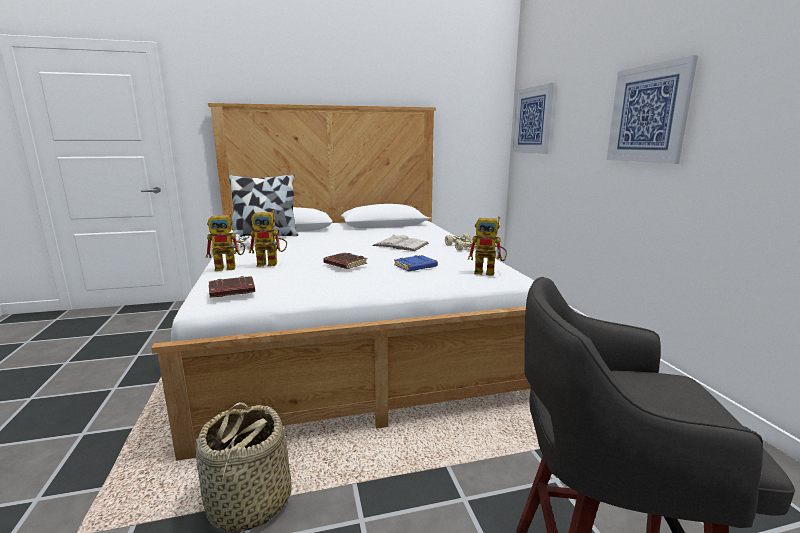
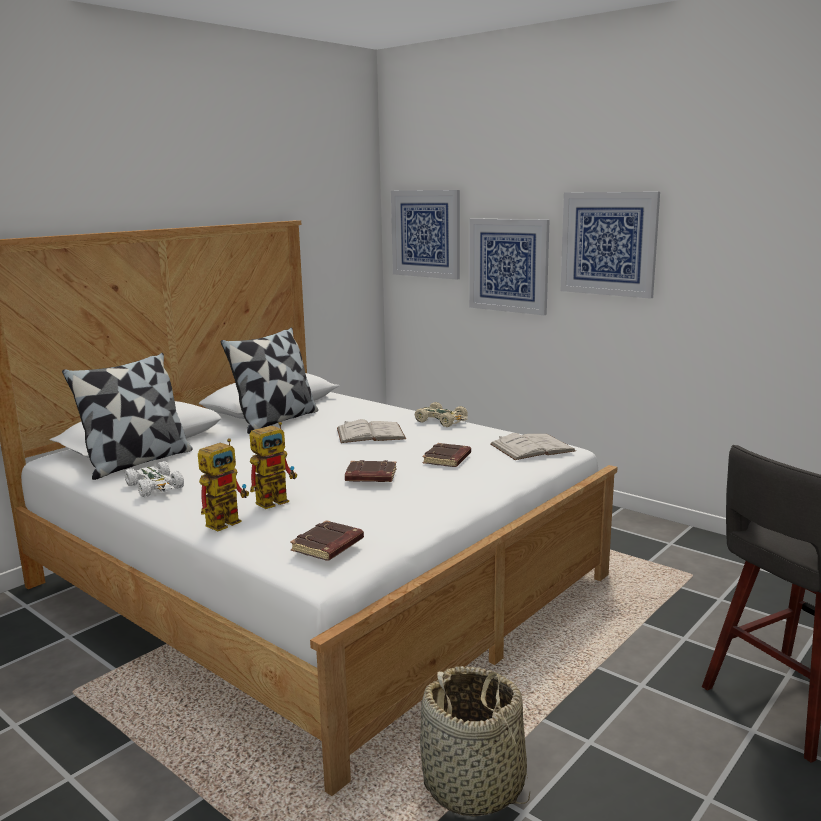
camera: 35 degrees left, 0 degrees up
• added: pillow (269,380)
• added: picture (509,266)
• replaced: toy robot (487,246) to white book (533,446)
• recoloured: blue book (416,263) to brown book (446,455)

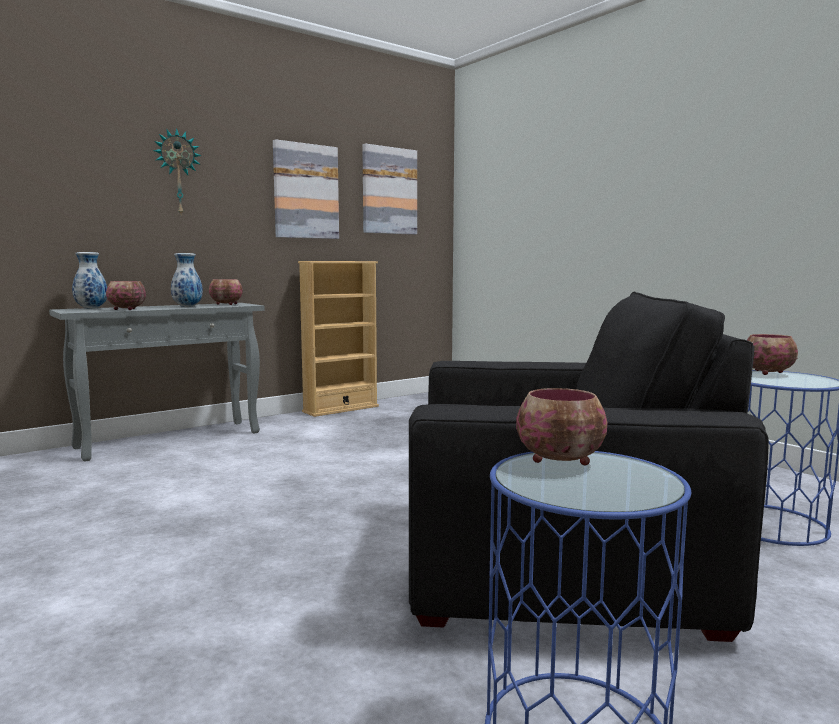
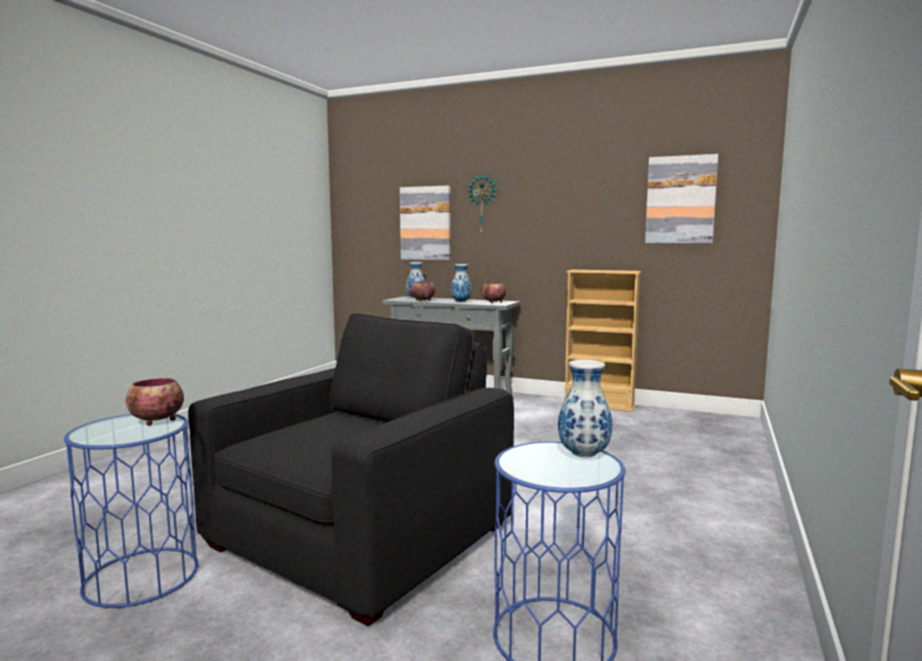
camera: 60 degrees right, 0 degrees up
• moved: picture (306,189) to (425,222)
• replaced: bowl (772,354) to vase (585,409)
• turned: black armchair (589,467) = (351,470) 120 degrees counterclockwise

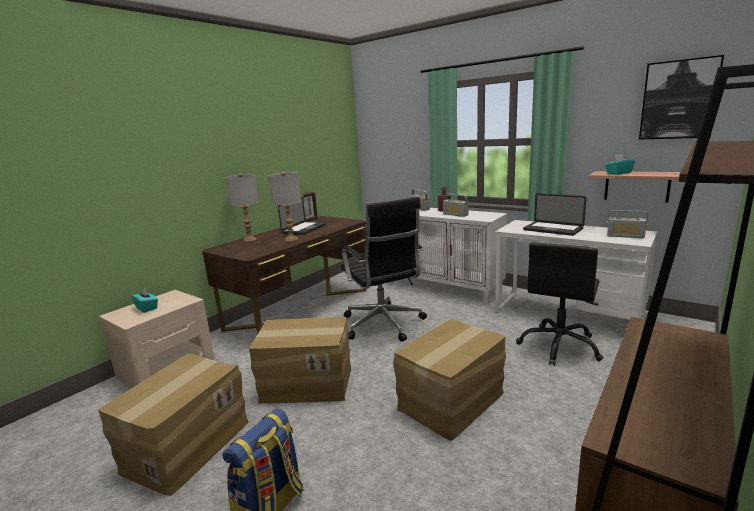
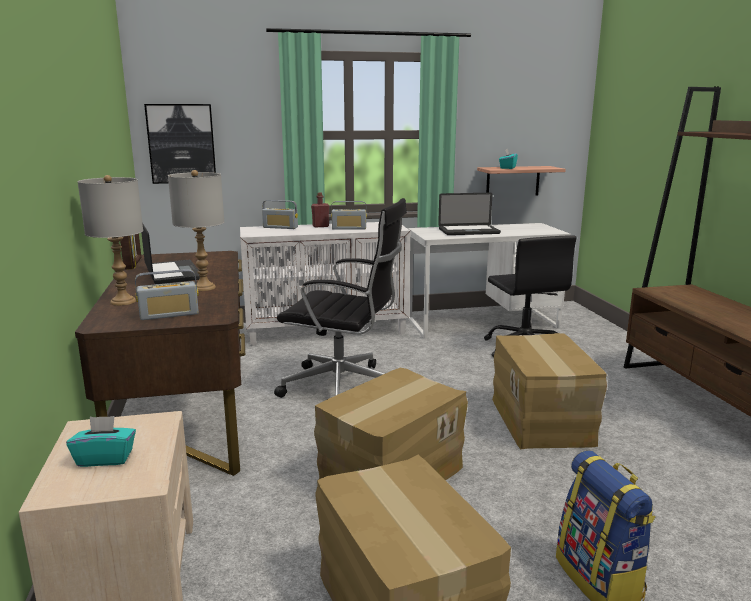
camera: 50 degrees left, 0 degrees up
• moved: radio (627,224) to (167,294)
• moved: picture (681,97) to (180,144)

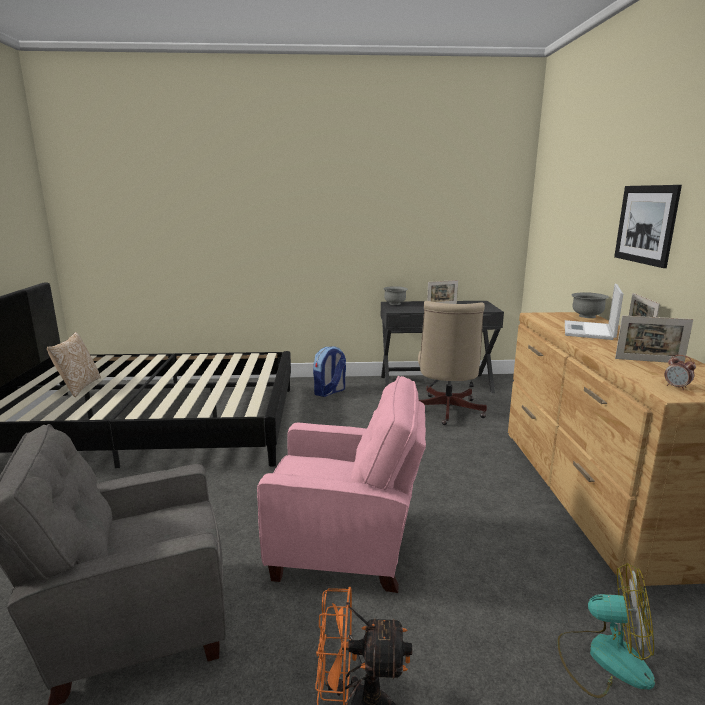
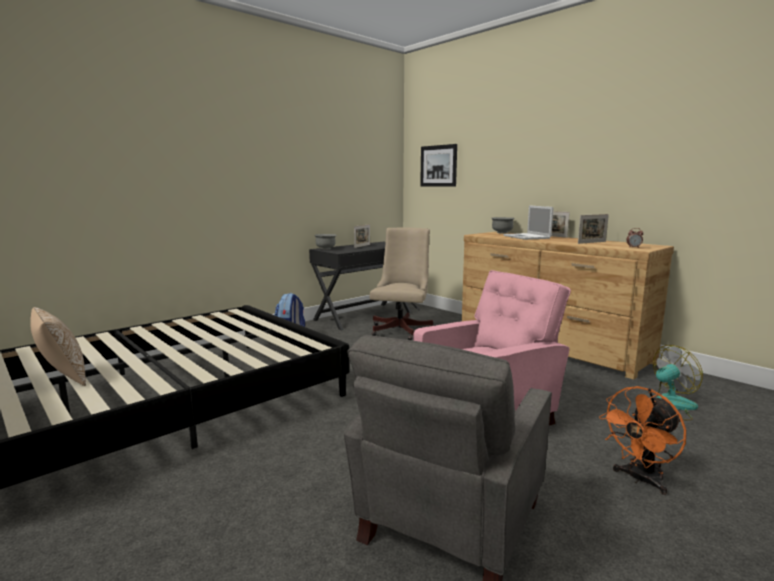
camera: 40 degrees left, 5 degrees down
• moved: picture (648,226) to (438,165)
• turned: beige office chair (452,363) = (401,284) 135 degrees counterclockwise

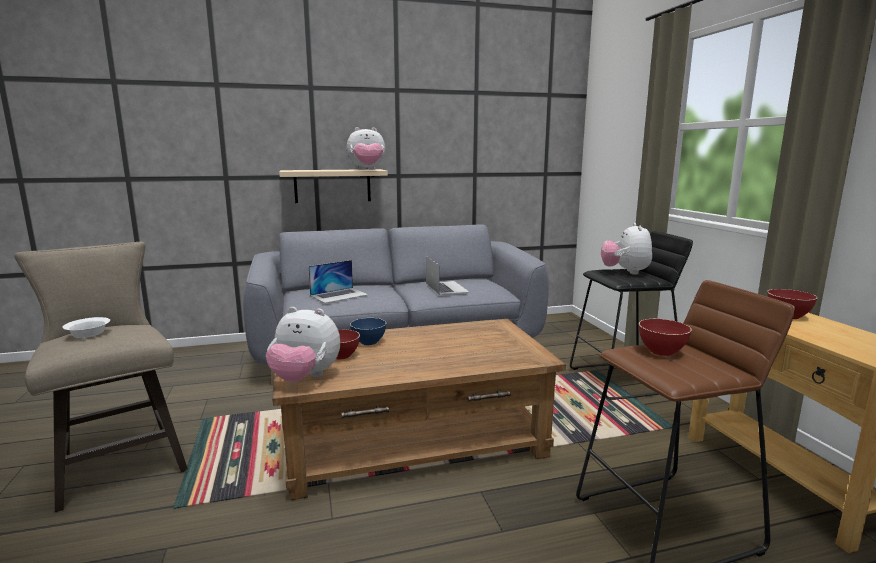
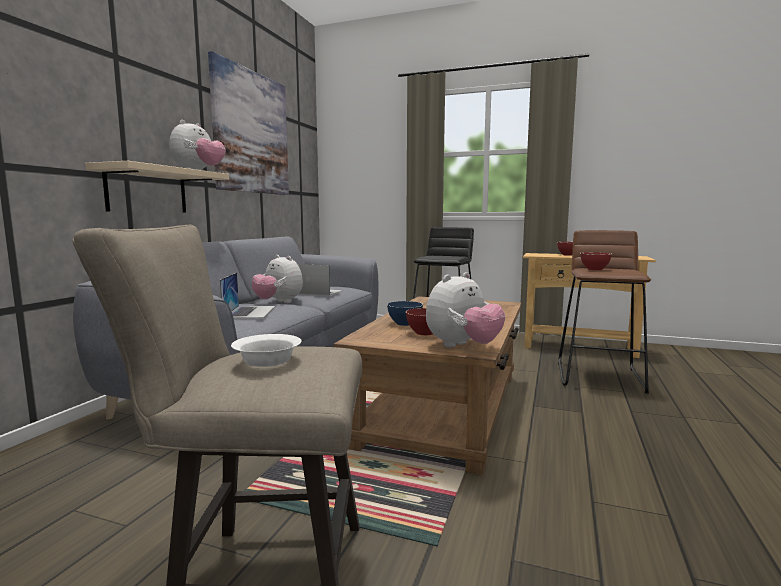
camera: 55 degrees left, 5 degrees down
• added: picture (248,123)
• moved: plush toy (626,249) to (277,279)

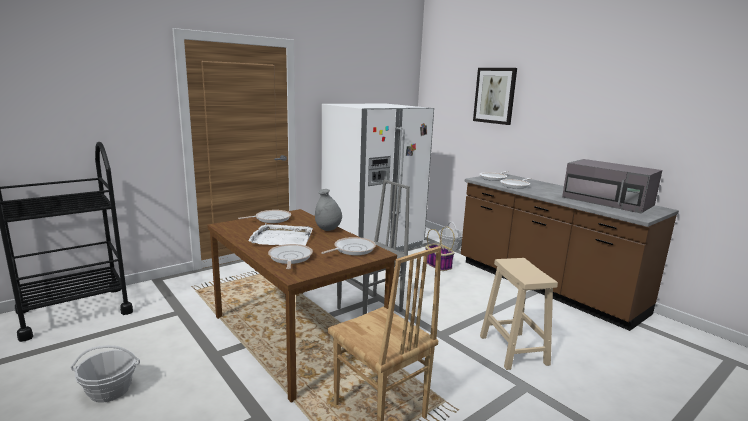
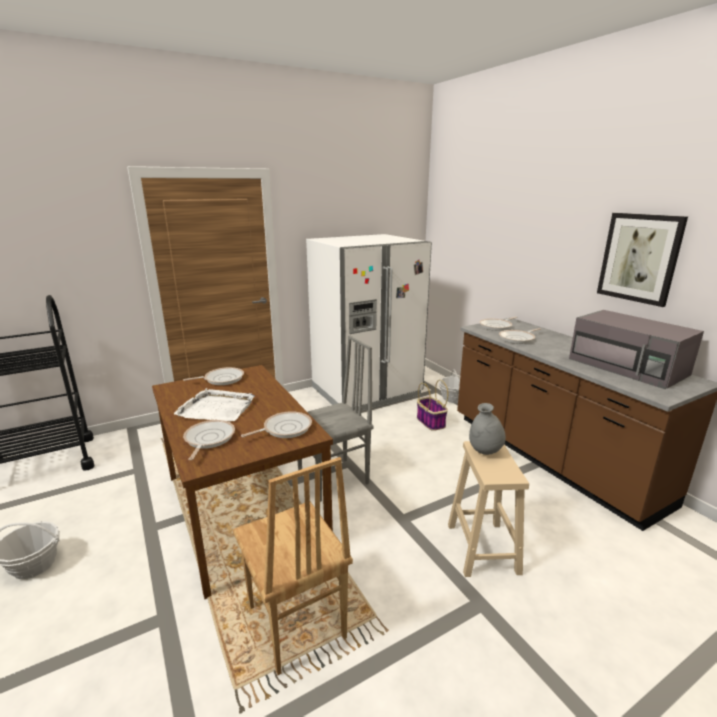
camera: 10 degrees right, 5 degrees up
• moved: grey vase (328,210) to (487,429)
• moved: picture (495,96) to (642,260)

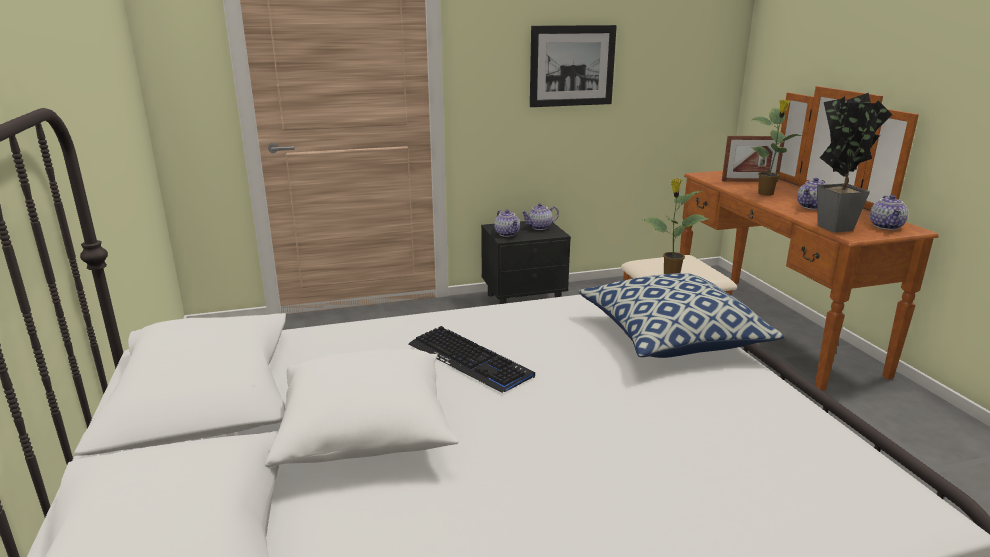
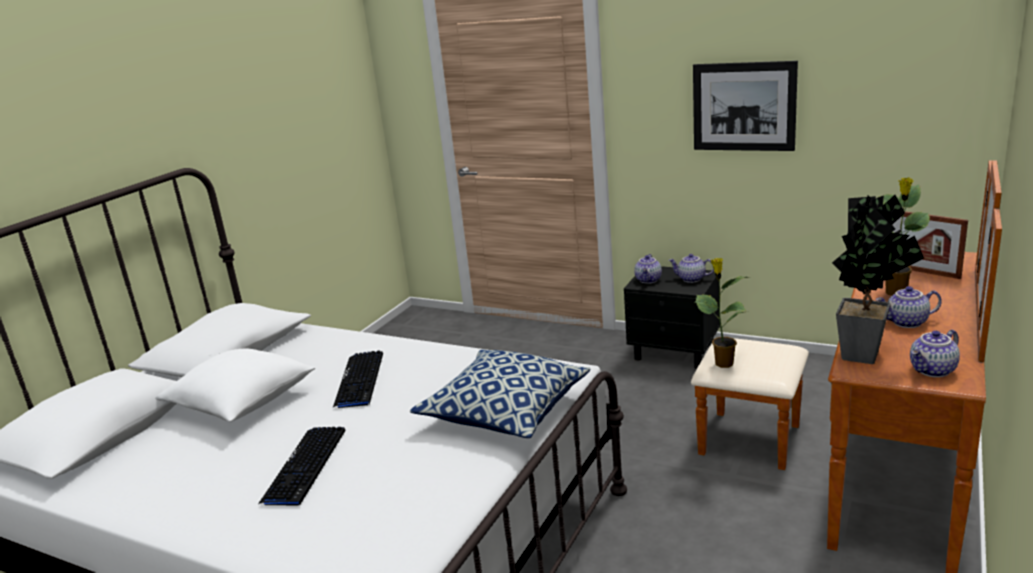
camera: 45 degrees right, 0 degrees up
• added: keyboard (302,466)

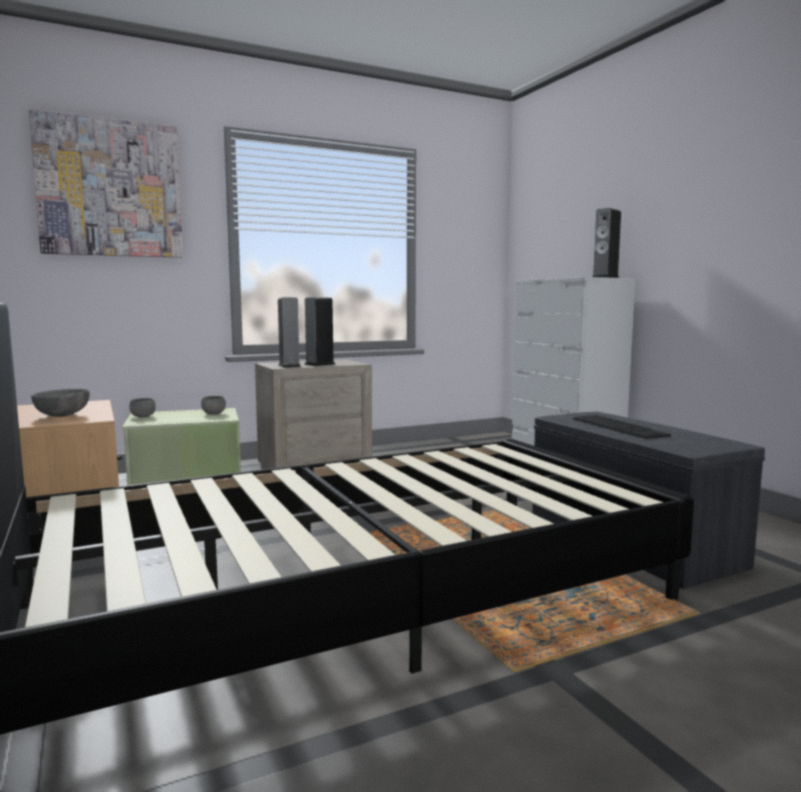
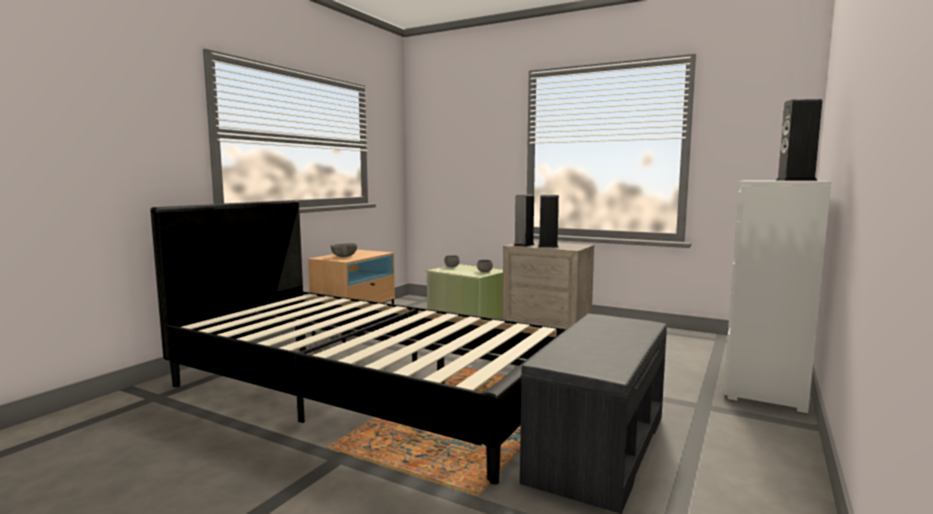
camera: 55 degrees right, 0 degrees up
• removed: picture (106,183)
• removed: keyboard (622,427)

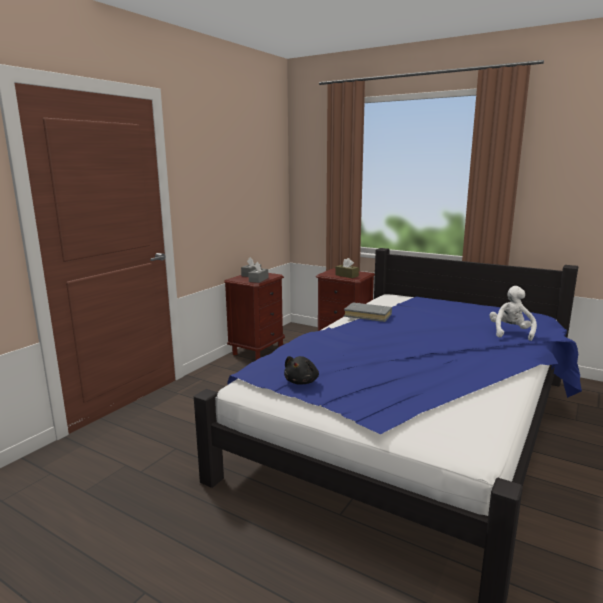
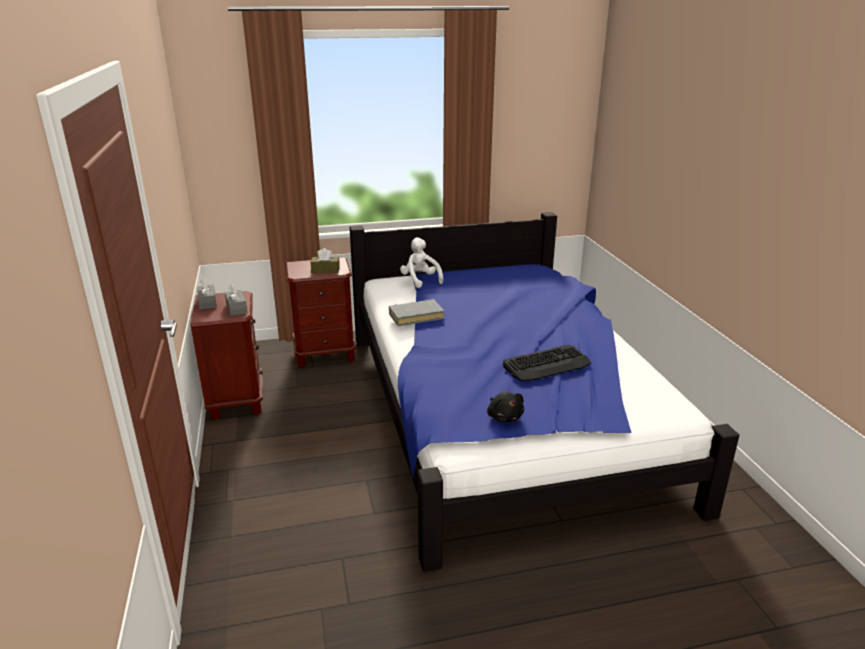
camera: 45 degrees left, 10 degrees up
• added: keyboard (547,363)
• moved: white plush toy (513,313) to (421,262)

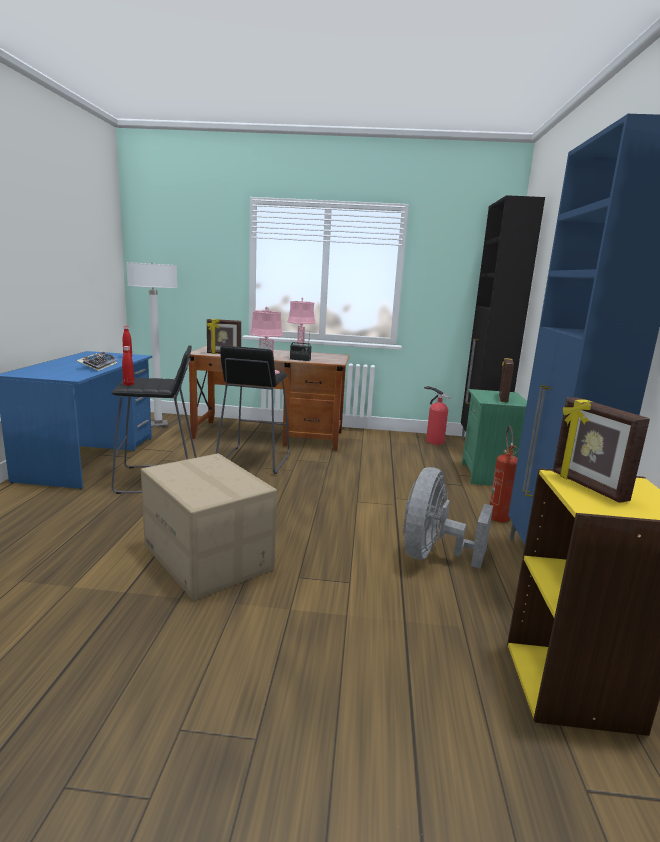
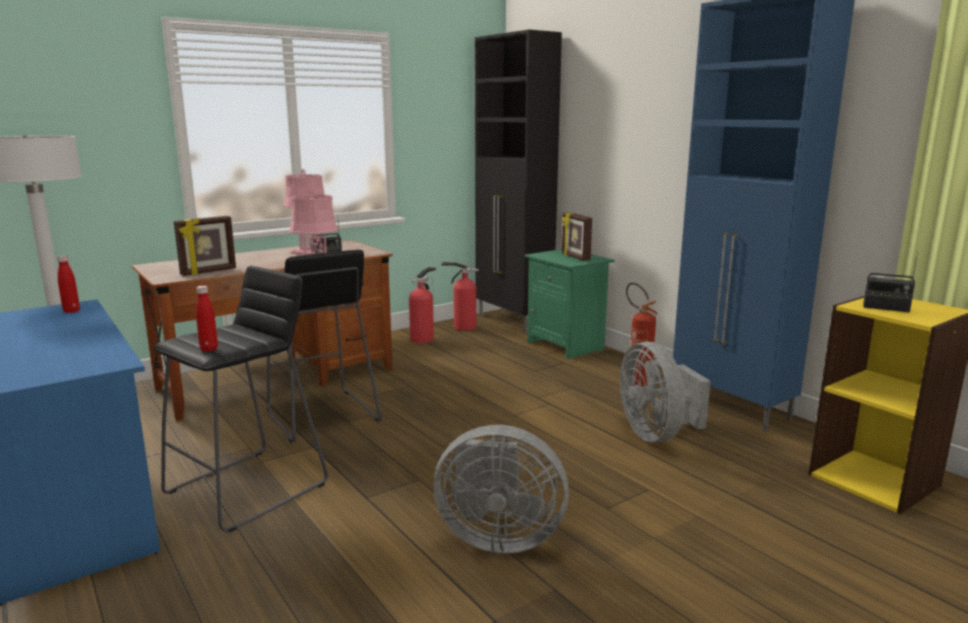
camera: 40 degrees left, 0 degrees up
• removed: keyboard (97,361)
• added: fire extinguisher (422,305)
• replaced: cardboard box (209,526) to grey fan (501,489)
• replaced: picture frame (601,450) to radio (890,282)

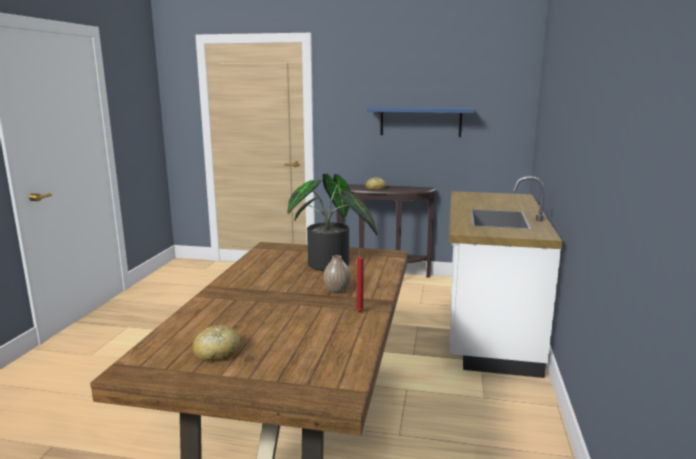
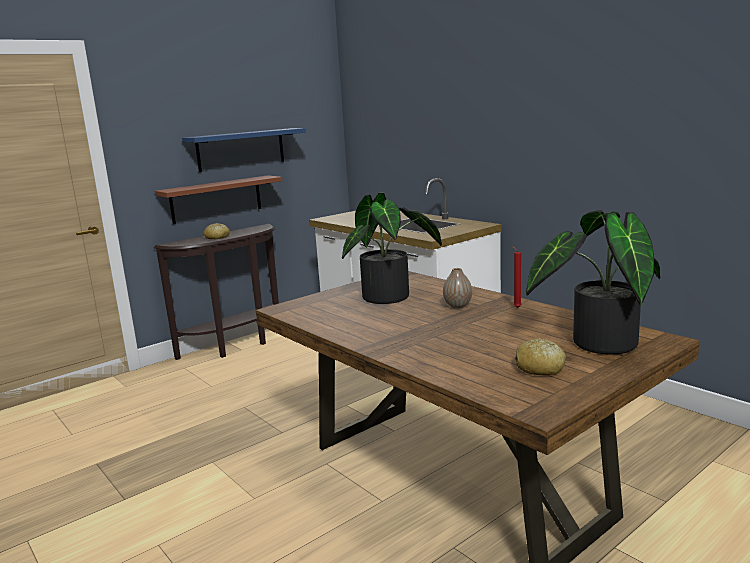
camera: 50 degrees left, 0 degrees up
• added: brown shelf (218,199)
• added: potted plant (593,282)

